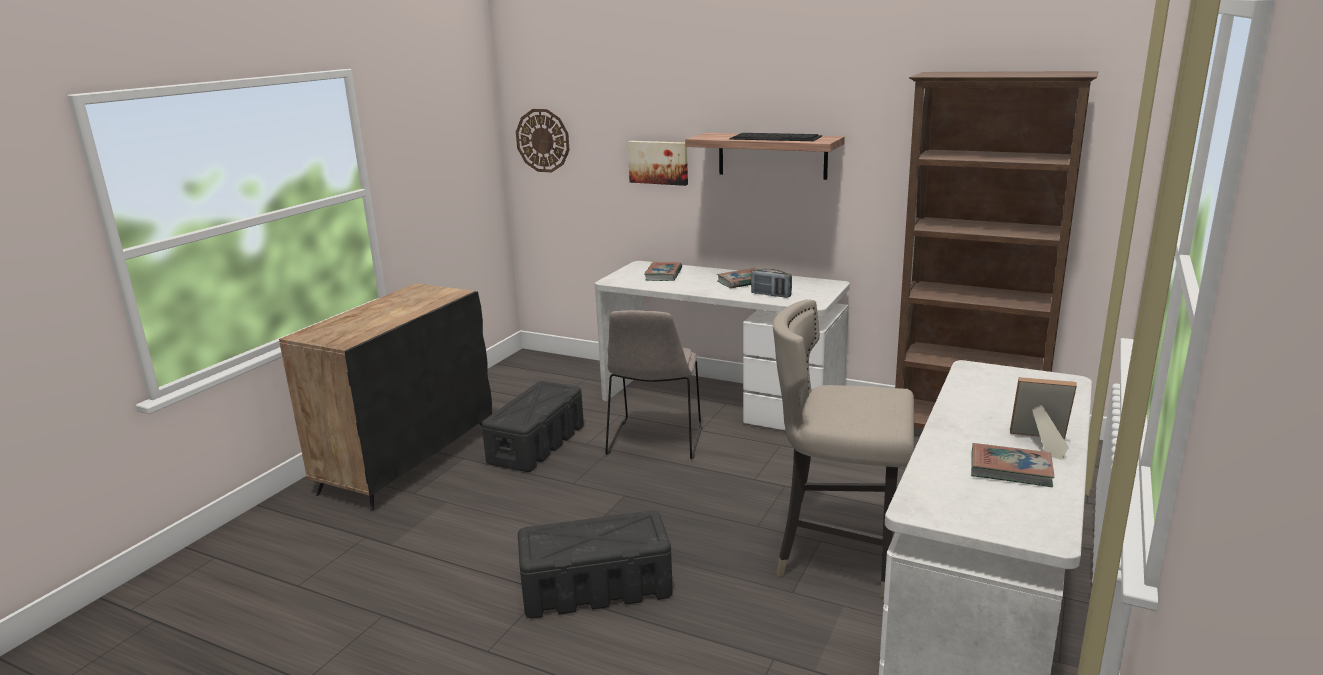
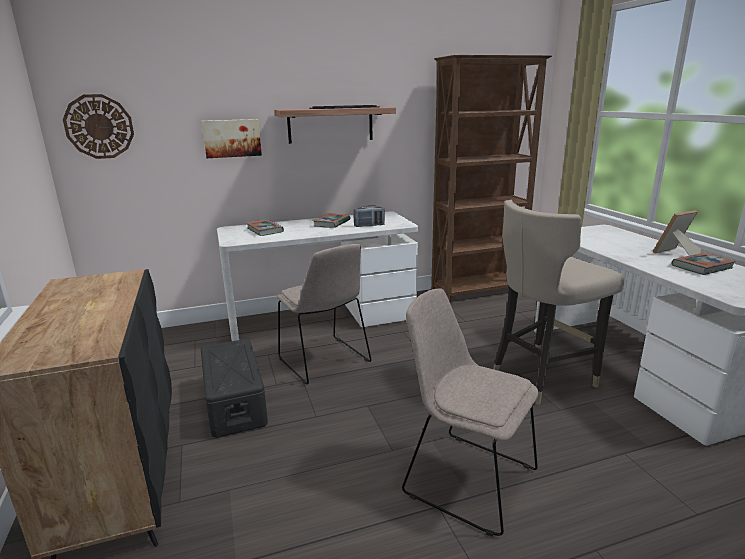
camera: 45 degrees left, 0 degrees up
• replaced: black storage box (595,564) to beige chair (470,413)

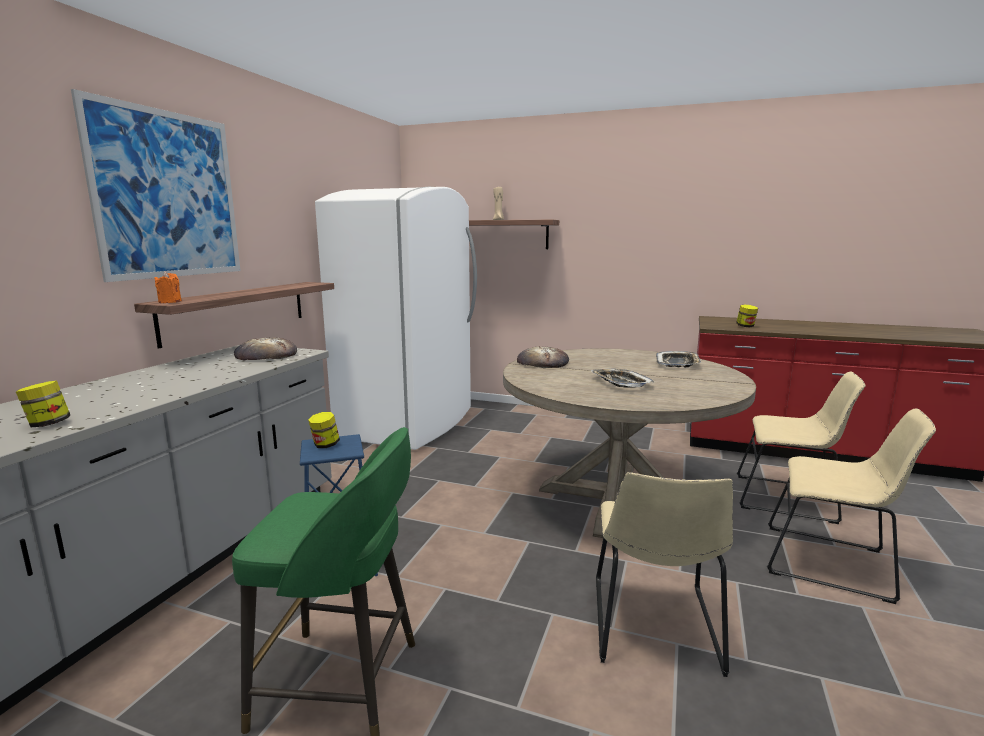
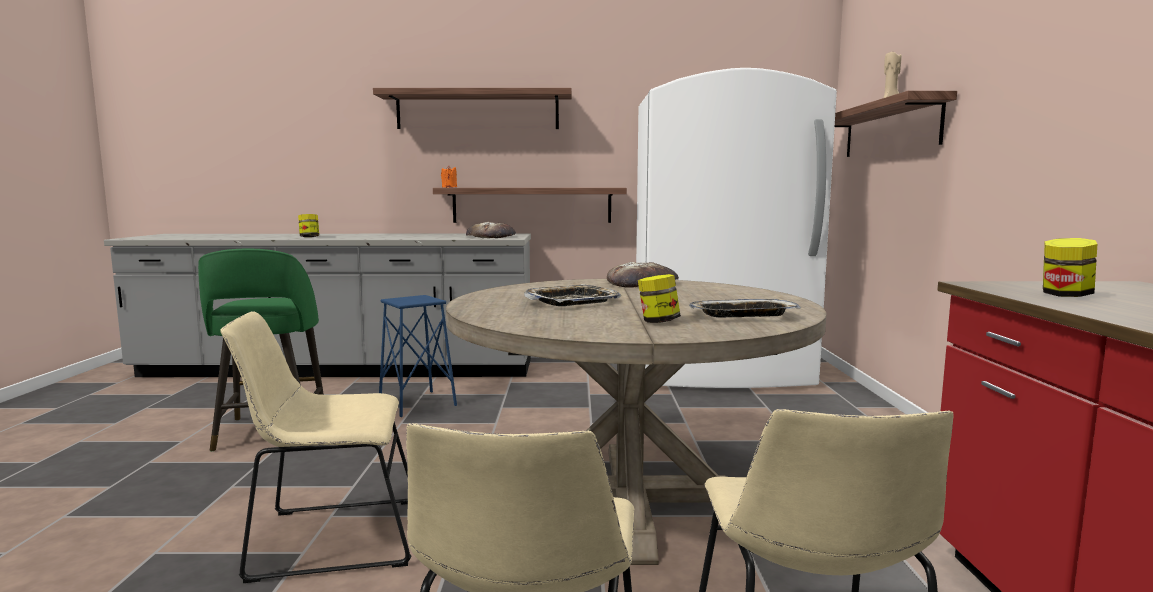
camera: 70 degrees right, 5 degrees down
• moved: jar (324,430) to (659,298)
• replaced: picture (156,185) to shelf (472,108)

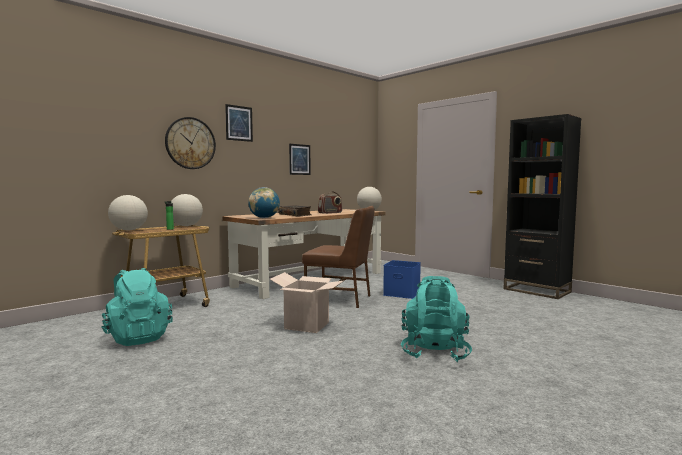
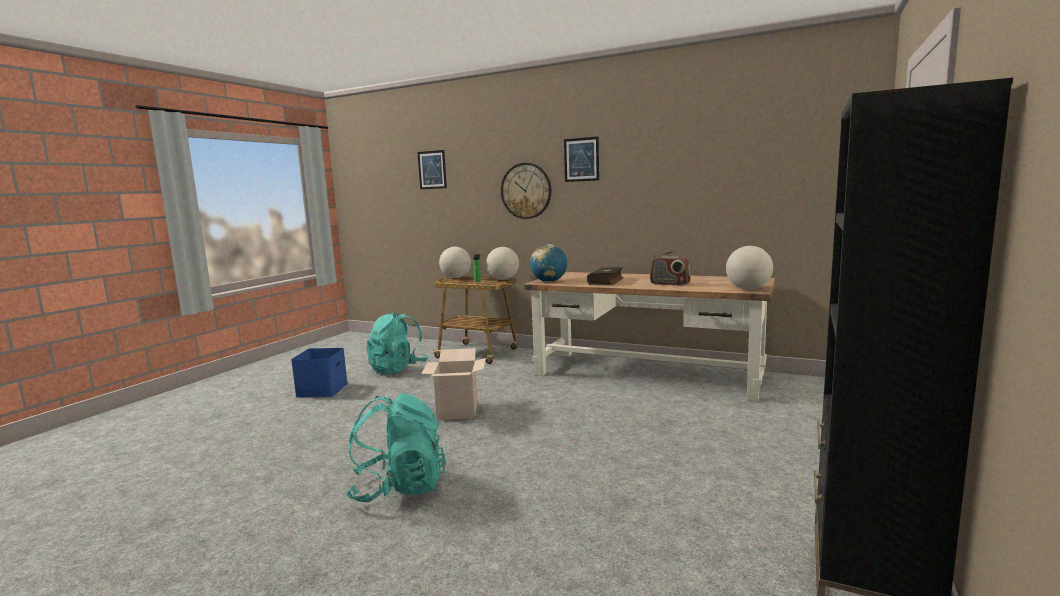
camera: 70 degrees right, 5 degrees up
• removed: brown chair (338,257)
• moved: picture (299,159) to (432,169)
• moved: blue storage box (402,279) to (319,373)

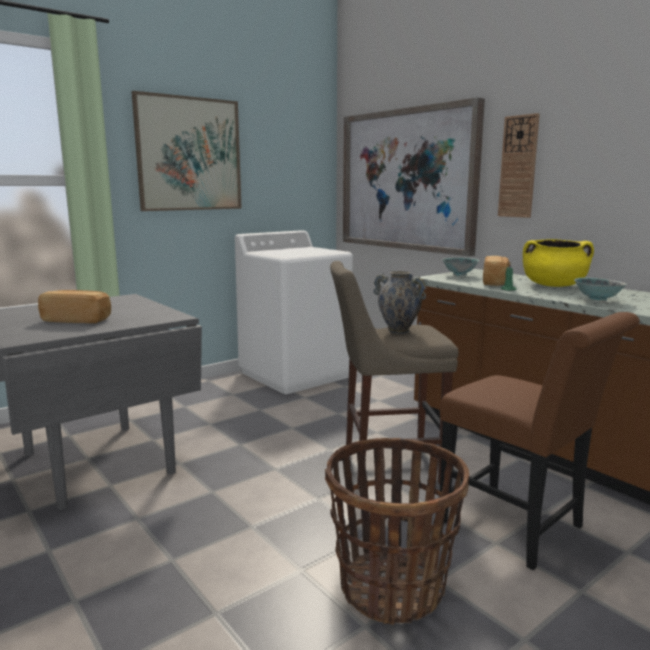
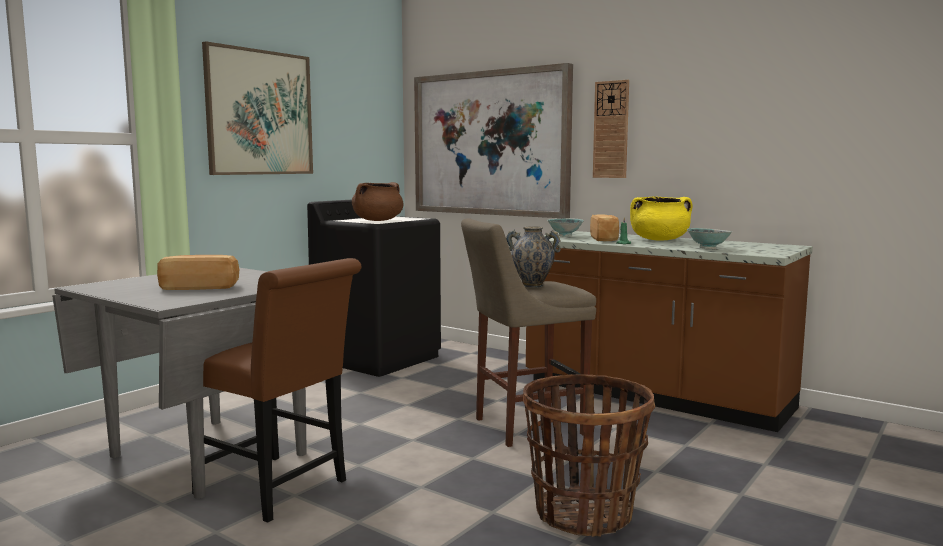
camera: 15 degrees left, 5 degrees down
• added: brown cooking pot (377,201)
• moved: brown chair (539,441) to (276,390)
• recoloured: white washing machine (294,312) to black washing machine (374,288)

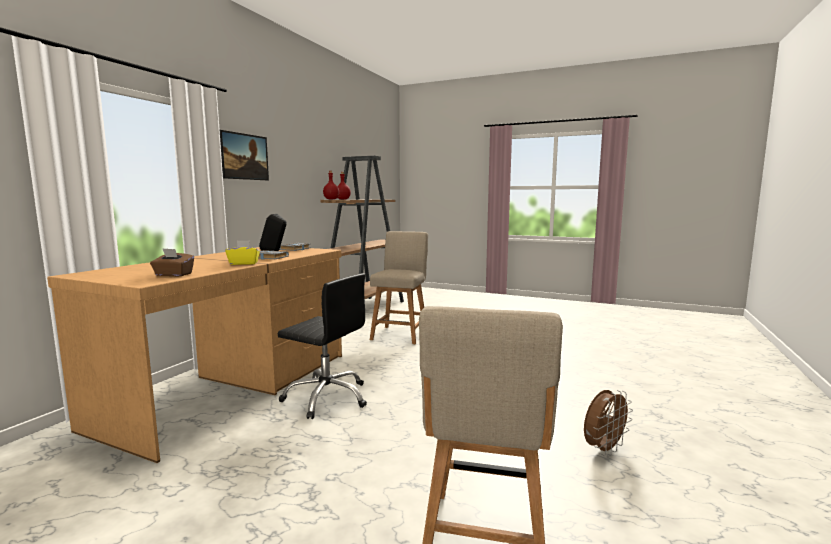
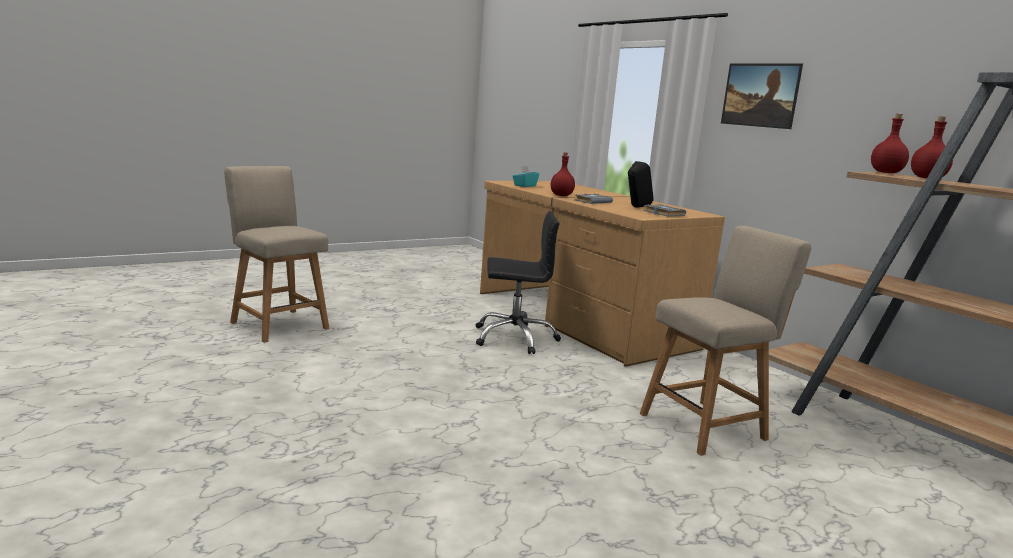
camera: 120 degrees right, 5 degrees up
• removed: brown fan (608,423)
• replaced: yellow tissue box (242,252) to red bottle (563,174)
• recoloured: brown tissue box (172,262) to turquoise tissue box (526,176)
• turned: black office chair (322,346) = (518,282) 150 degrees counterclockwise
• turned: beige chair (399,287) = (725,341) 75 degrees counterclockwise

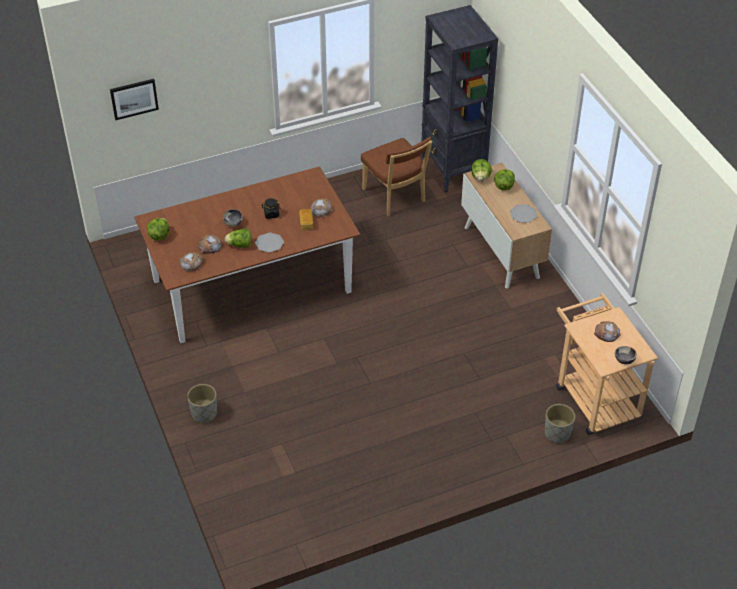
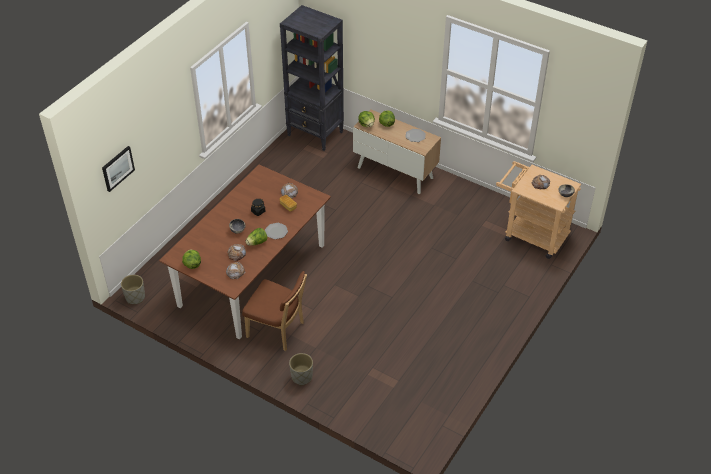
camera: 35 degrees left, 0 degrees up
• moved: brown chair (396,176) to (274,311)
• moved: grey planter (560,424) to (133,289)

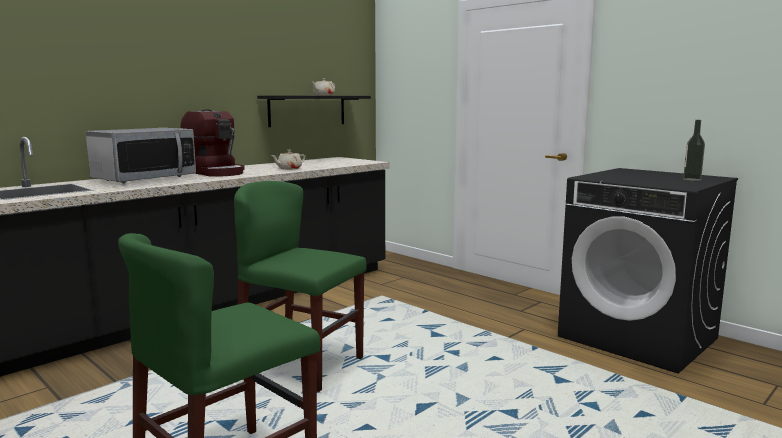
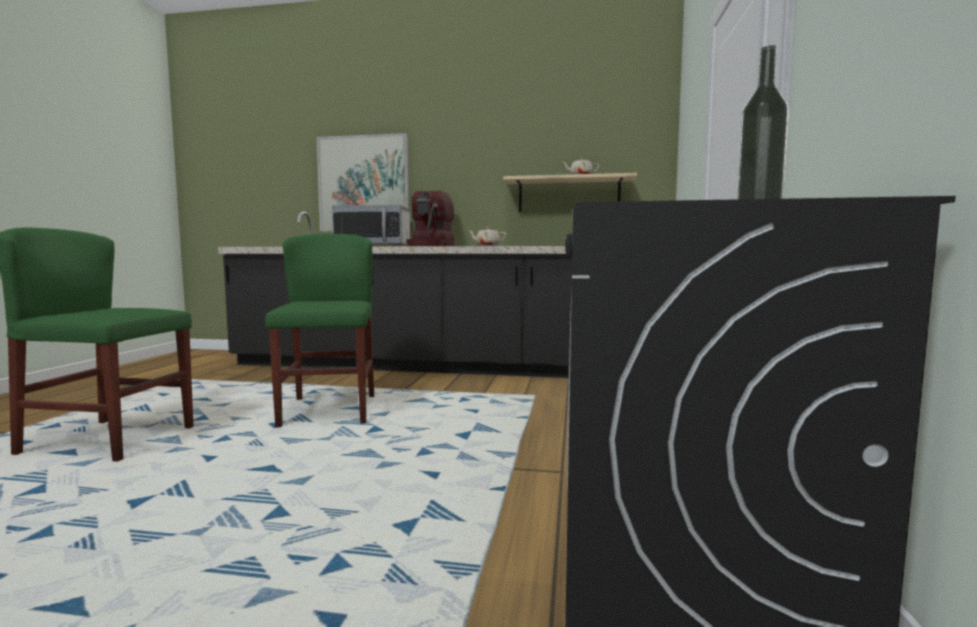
camera: 55 degrees right, 5 degrees down
• added: picture (363,182)
• recoloured: black shelf (314,111) to beige shelf (570,192)

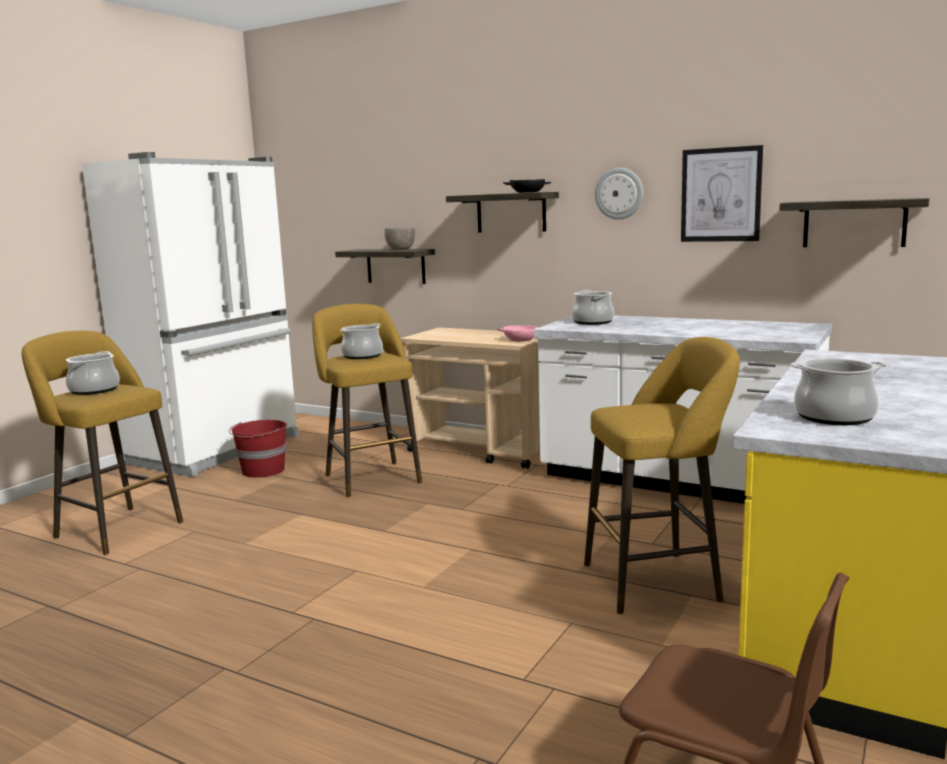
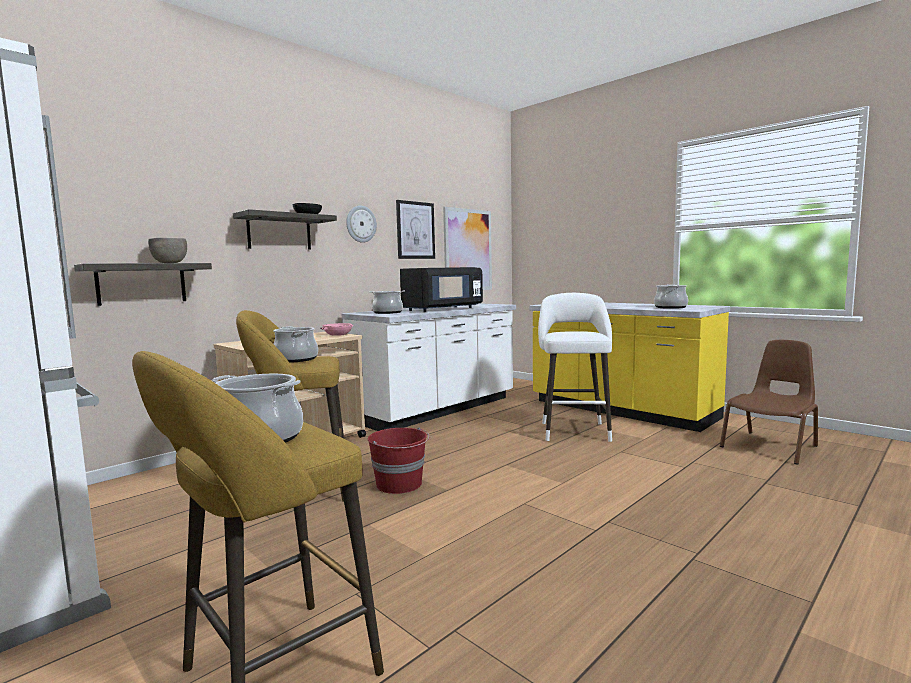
camera: 75 degrees left, 5 degrees down
• added: black microwave (441,289)
• moved: red bucket (258,449) to (398,461)
• replaced: shelf (854,222) to picture (467,248)
• recoloured: yellow stool (662,475) to white stool (575,367)

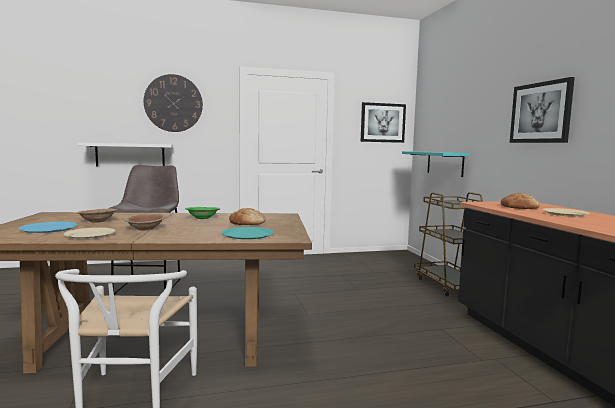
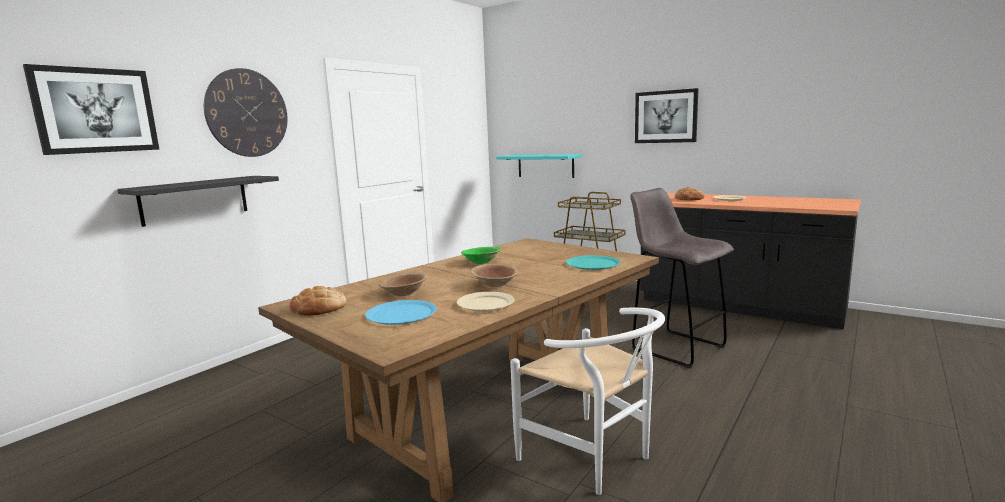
camera: 40 degrees left, 5 degrees up
• moved: grey stool (144,230) to (682,278)
• moved: bread (247,216) to (318,301)
• moved: picture (383,122) to (91,109)
• recoloured: white shelf (125,154) to black shelf (198,201)

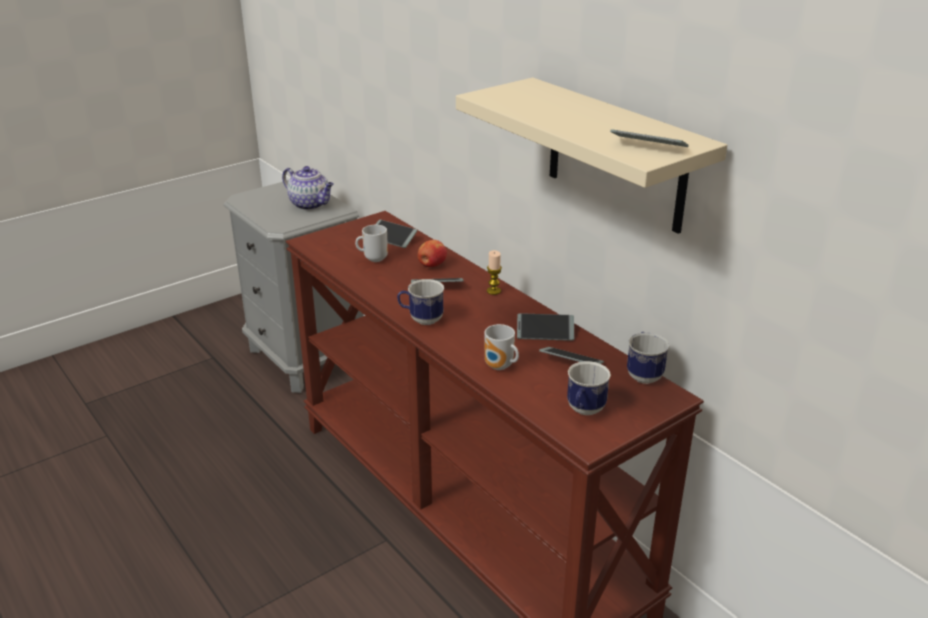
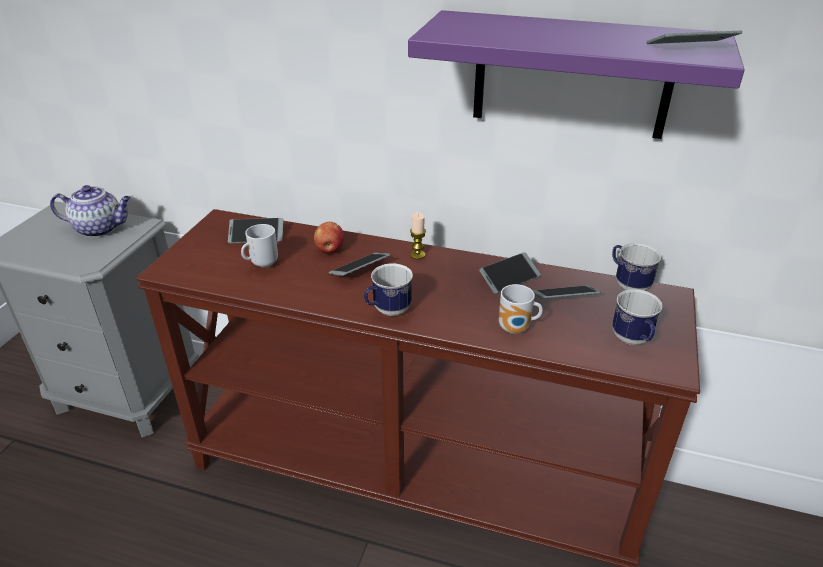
camera: 35 degrees left, 5 degrees up
• recoloured: beige shelf (591,156) to purple shelf (576,74)

